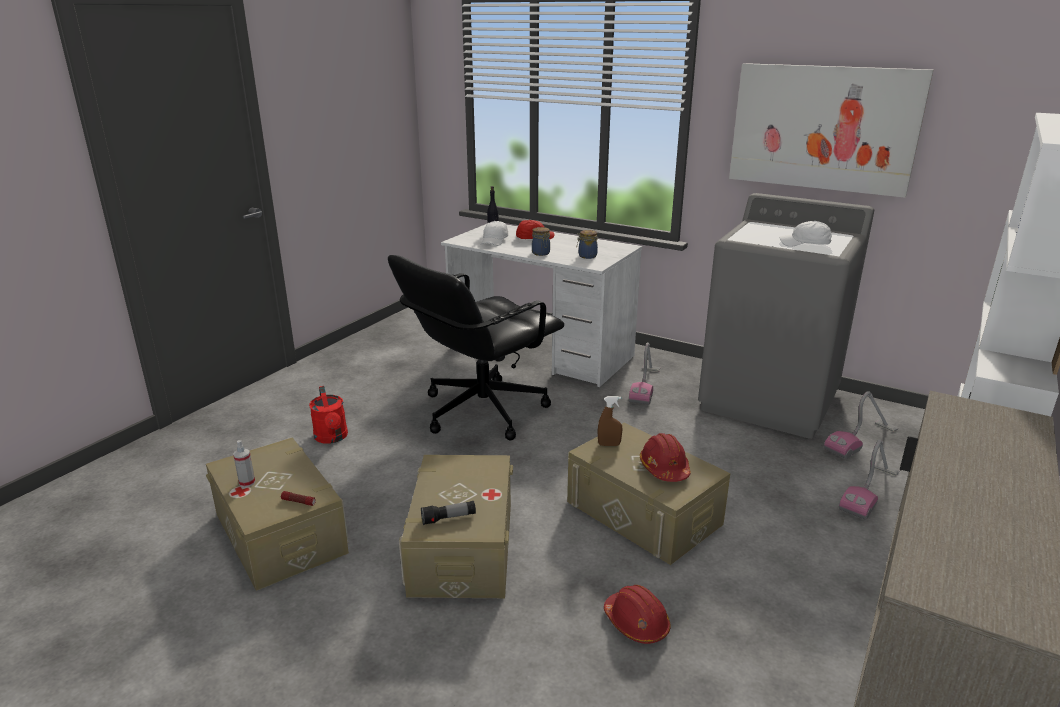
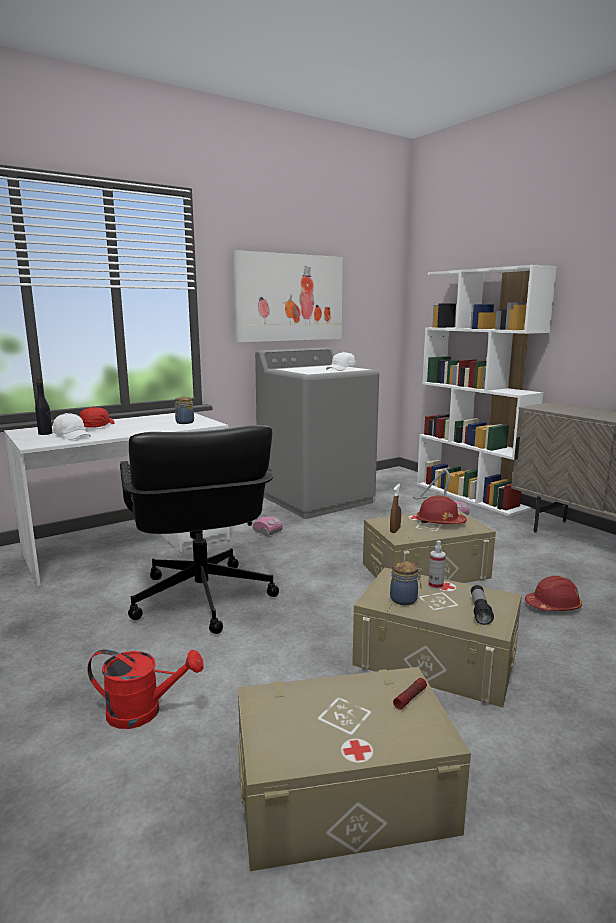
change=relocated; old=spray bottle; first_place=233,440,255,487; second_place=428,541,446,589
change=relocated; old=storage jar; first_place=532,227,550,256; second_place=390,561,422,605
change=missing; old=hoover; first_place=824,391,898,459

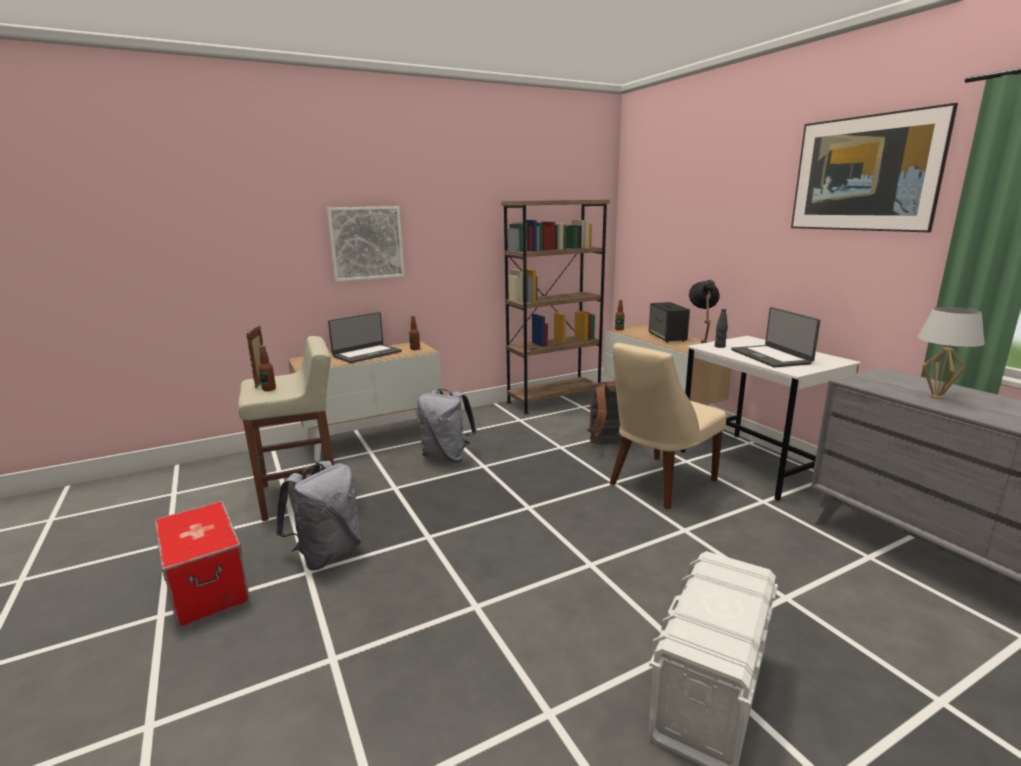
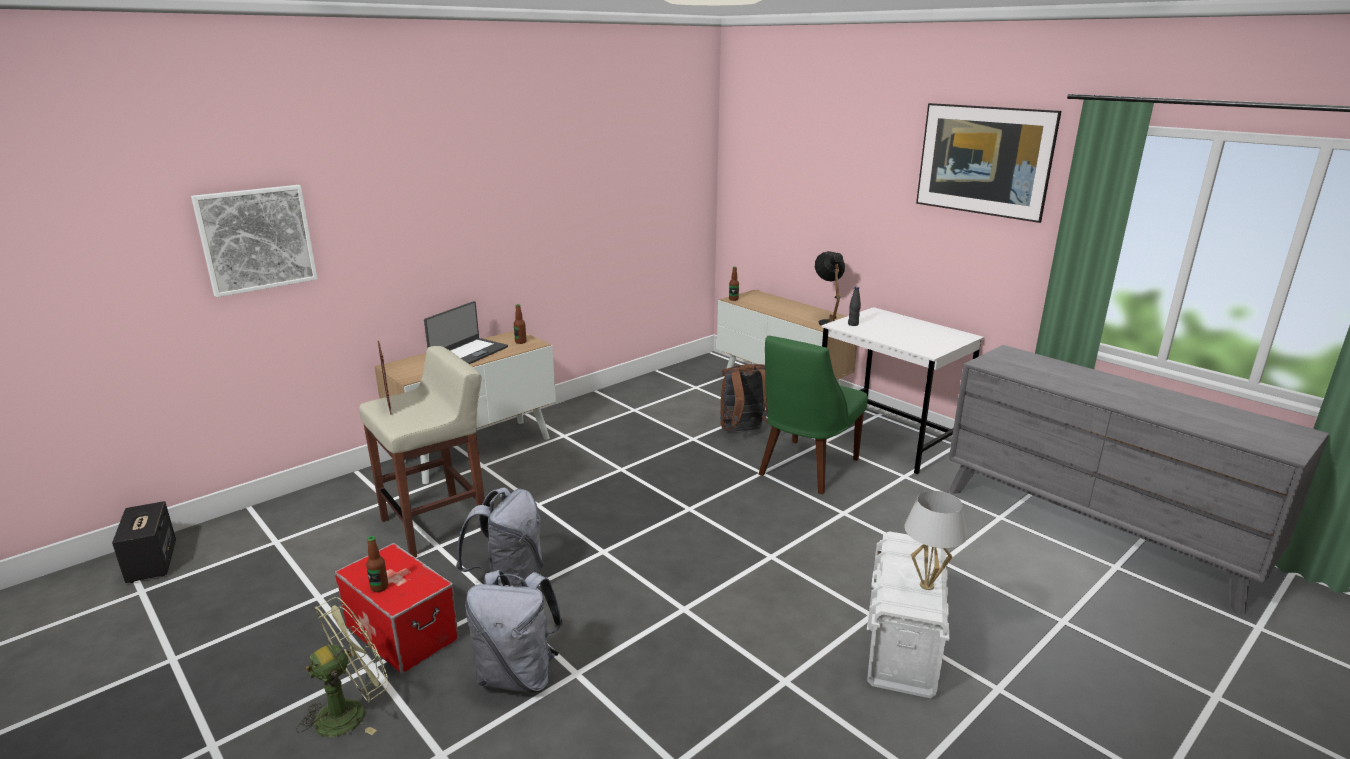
change=relocated; old=beverage bottle; first_place=259,345,276,391; second_place=366,536,388,592
change=relocated; old=wall art; first_place=327,206,404,282; second_place=191,185,318,297
change=relocated; old=rucksack (greyish); first_place=417,389,477,462; second_place=465,570,563,693
change=missing; old=bookshelf (brown-coloured); first_place=501,200,610,415
change=colour; old=plain chair (sand-coloured); new=plain chair (green); first_place=609,343,726,509; second_place=759,336,868,495
change=relocated; old=loudspeaker; first_place=649,302,690,342; second_place=112,501,176,583
change=missing; old=portable computer; first_place=731,307,820,368
change=relocated; old=table lamp (white); first_place=917,307,985,399; second_place=904,491,967,590
change=appeared; new=fan (green); second_place=296,597,388,737

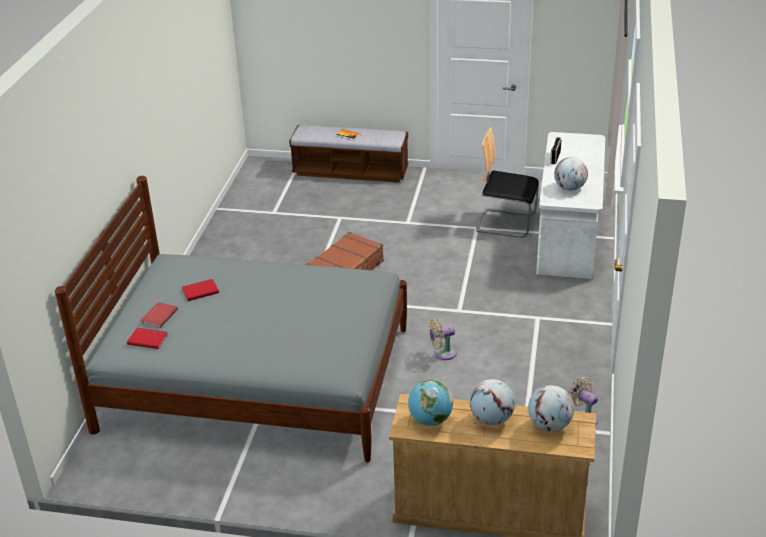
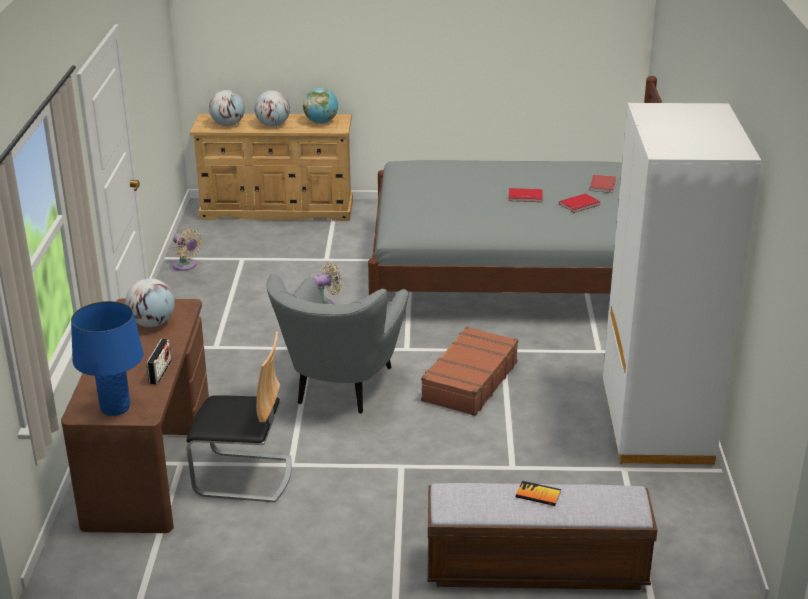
change=relocated; old=book (red); first_place=127,328,168,349; second_place=508,188,543,202
change=colour; old=desk unit (white); new=desk unit (brown-coloured); first_place=536,132,605,279; second_place=61,298,209,533
change=appeared; new=table lamp (blue); second_place=71,301,143,416
change=appeared; new=easy chair (greyish); second_place=267,274,409,414
change=appeared; new=armoire (white); second_place=603,103,761,465

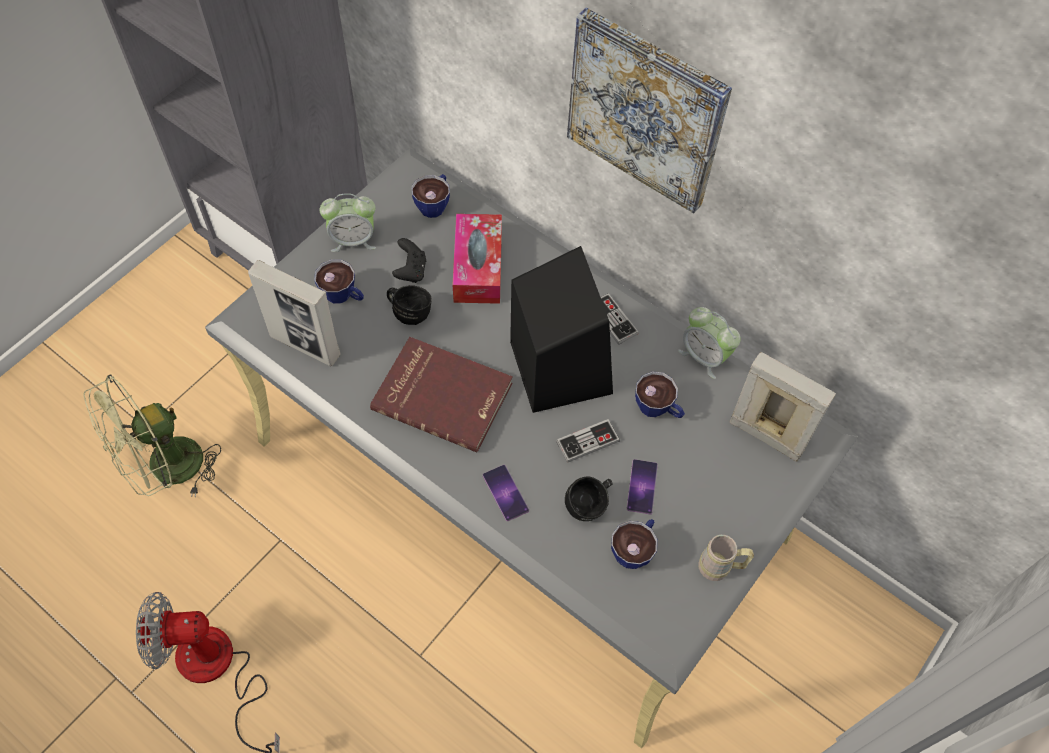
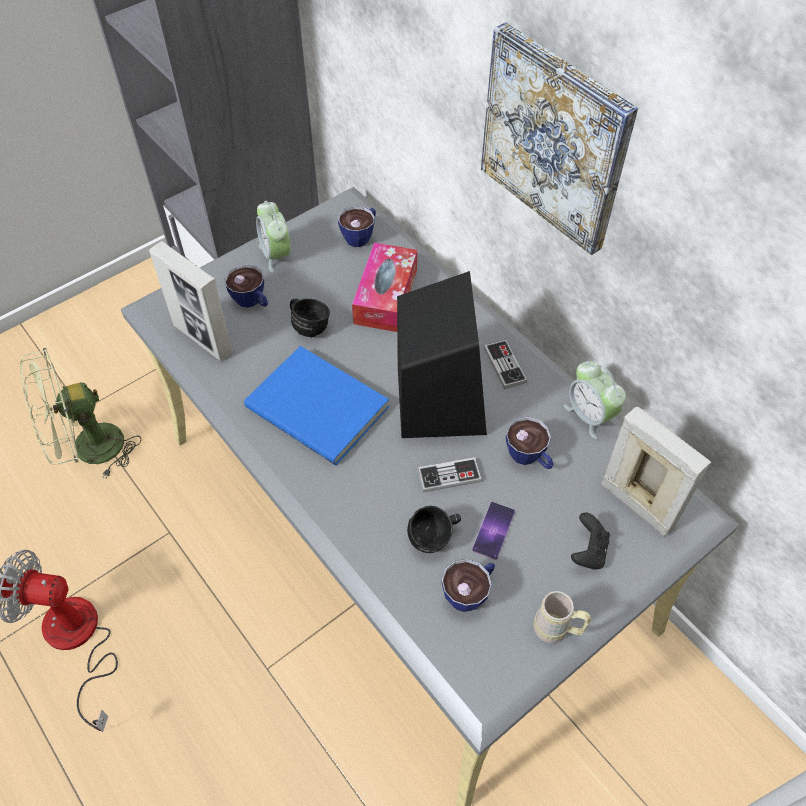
change=spun; old=bedside clock; first_place=320,193,376,252; second_place=256,201,291,273; degrees=60
change=colour; old=book (red); new=book (blue); first_place=370,337,513,452; second_place=244,346,389,465
change=relocated; old=gamepad (black); first_place=392,238,426,283; second_place=571,513,610,569
change=missing; old=telephone; first_place=483,465,529,521

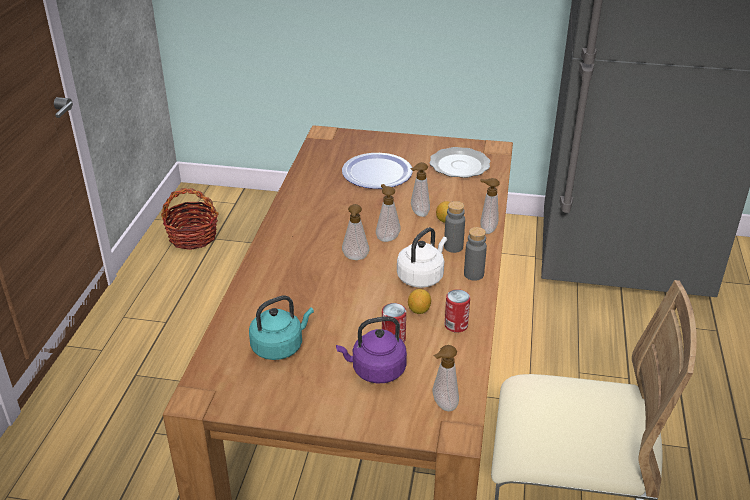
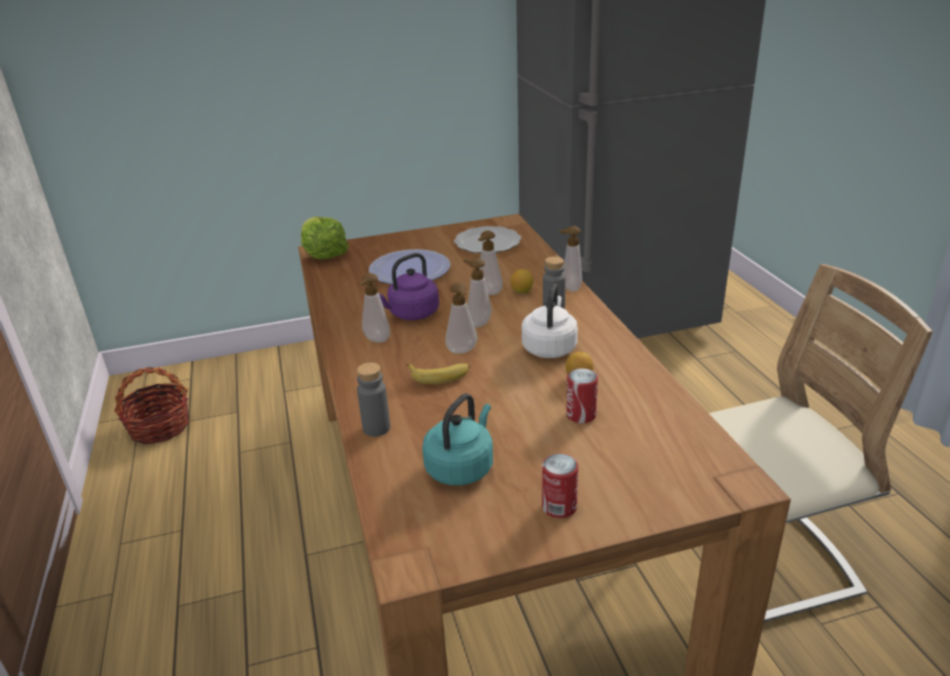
change=relocated; old=tea kettle (purple-coloured); first_place=336,316,407,383; second_place=379,253,439,320
change=relocated; old=soap dispenser; first_place=432,345,459,411; second_place=358,273,390,343
change=relocated; old=can; first_place=445,289,470,333; second_place=542,454,578,518
change=relocated; old=beverage bottle (greyish); first_place=464,227,487,281; second_place=357,363,390,437
change=appeared; new=head of lettuce; second_place=301,216,349,260
change=appeared; new=whole banana; second_place=407,363,471,384

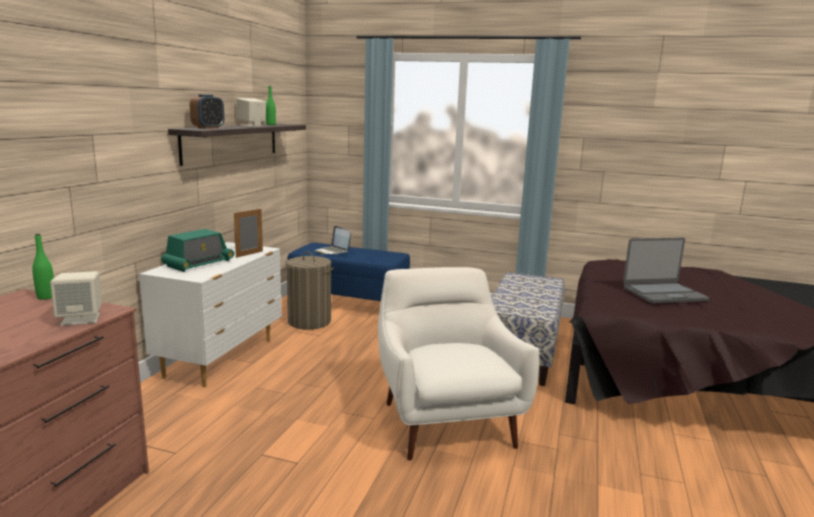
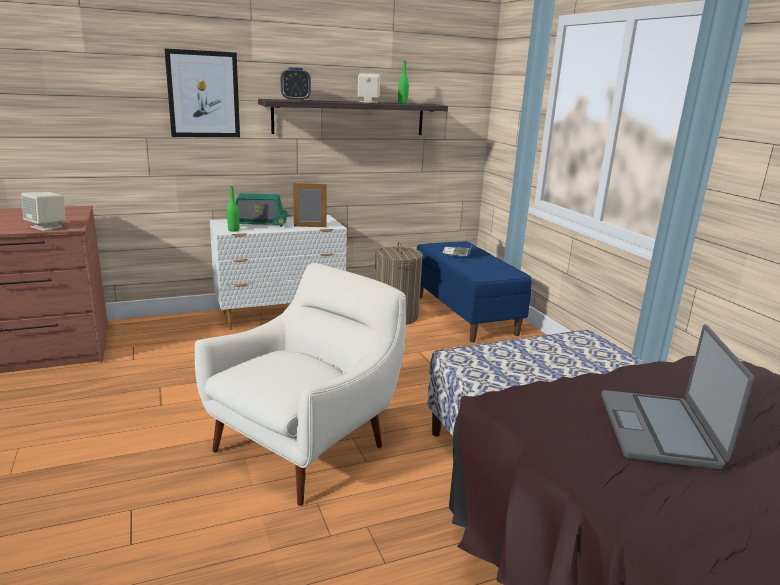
change=relocated; old=beverage bottle (green); first_place=32,234,54,300; second_place=227,187,239,232
change=spun; old=portable computer; first_place=623,238,709,304; second_place=601,324,755,470; degrees=60
change=appeared; new=wall art; second_place=165,49,240,137

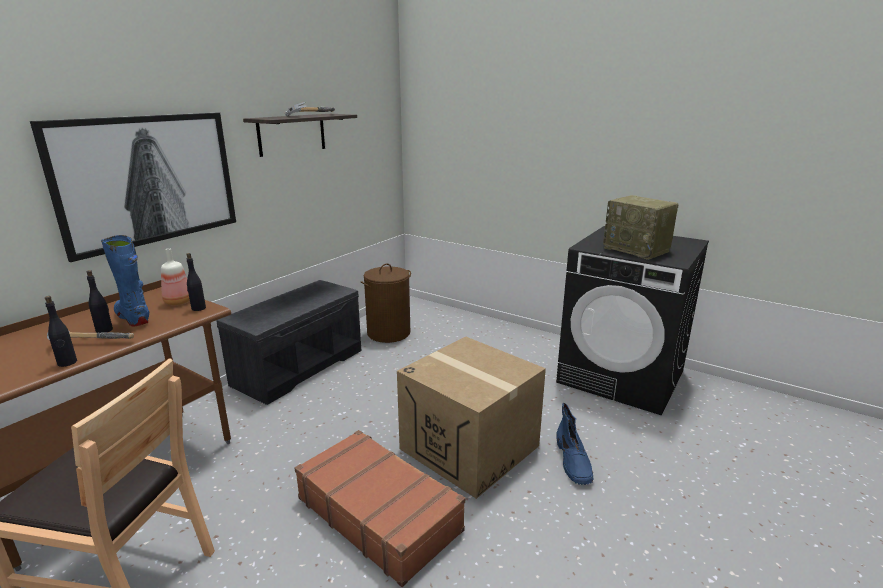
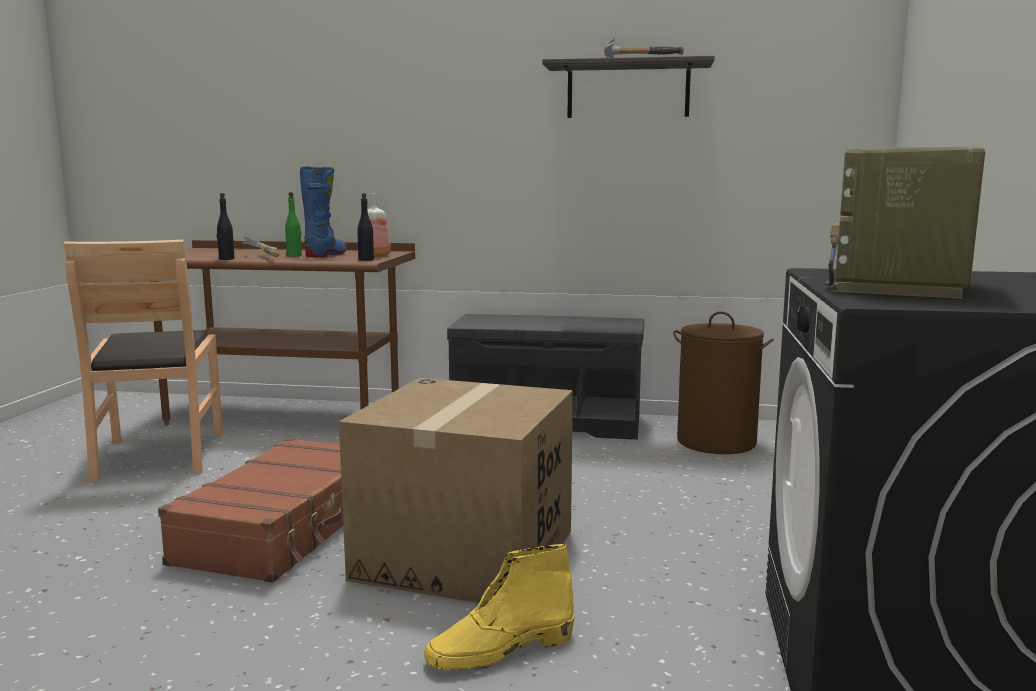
change=missing; old=wall art; first_place=30,113,236,262
change=colour; old=beverage bottle (black); new=beverage bottle (green); first_place=86,270,113,333; second_place=285,192,302,257
change=colour; old=high-top boot (blue); new=high-top boot (yellow-coloured); first_place=556,403,593,485; second_place=424,544,574,671

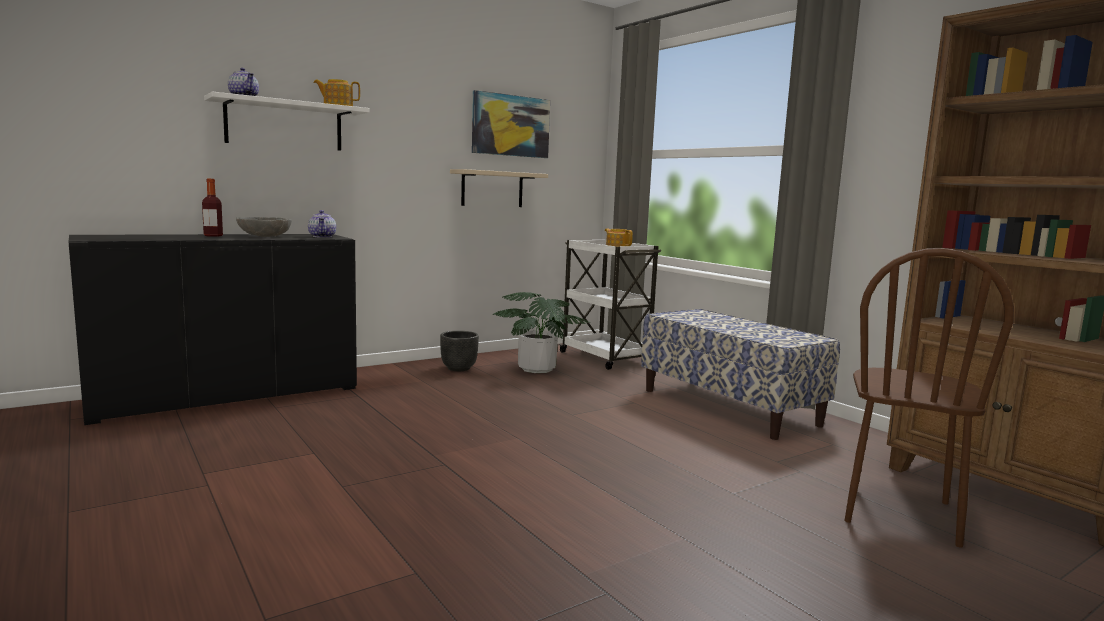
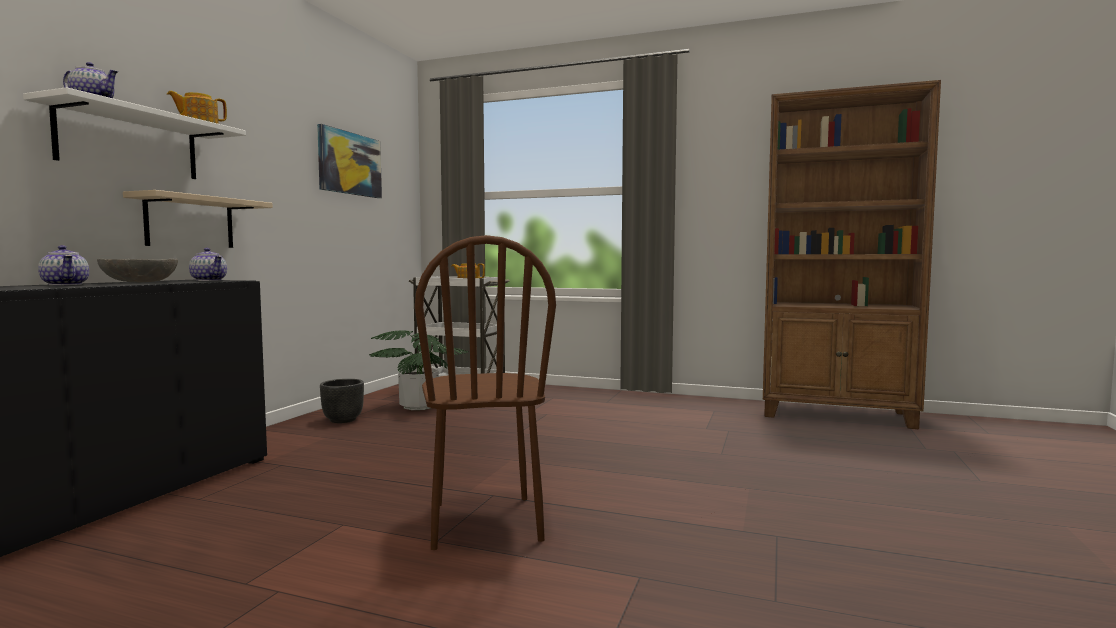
change=exchanged; old=beverage bottle; new=tea pot; first_place=202,179,223,237; second_place=38,245,89,285
change=relocated; old=shelf (sand-coloured); first_place=450,169,548,207; second_place=123,190,273,248
change=missing; old=bench; first_place=641,309,840,440
change=relocated; old=plain chair (brown-coloured); first_place=844,248,1014,548; second_place=415,235,556,550

